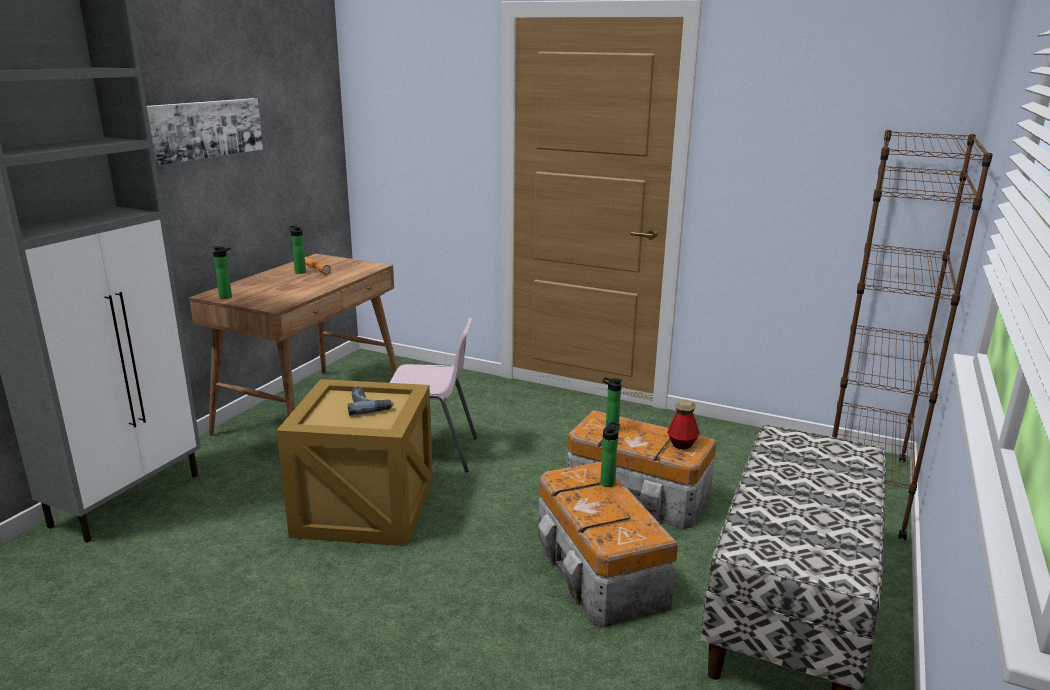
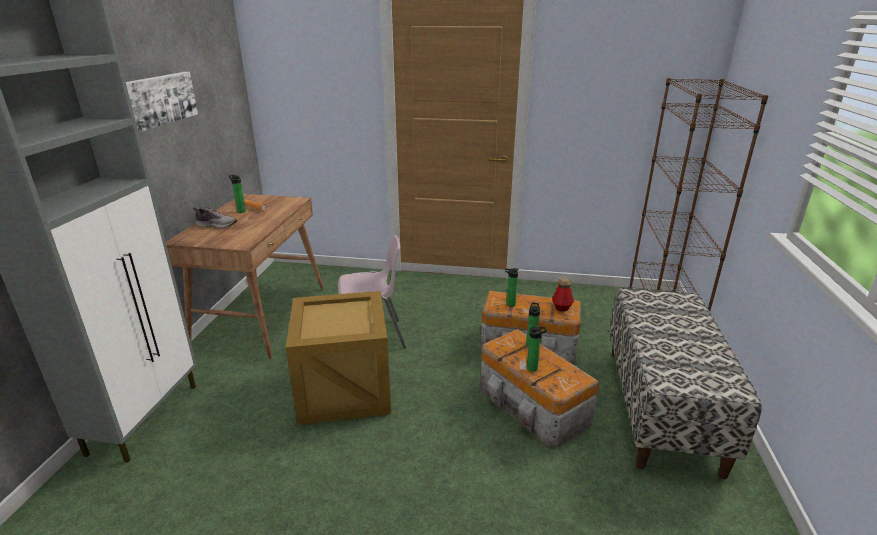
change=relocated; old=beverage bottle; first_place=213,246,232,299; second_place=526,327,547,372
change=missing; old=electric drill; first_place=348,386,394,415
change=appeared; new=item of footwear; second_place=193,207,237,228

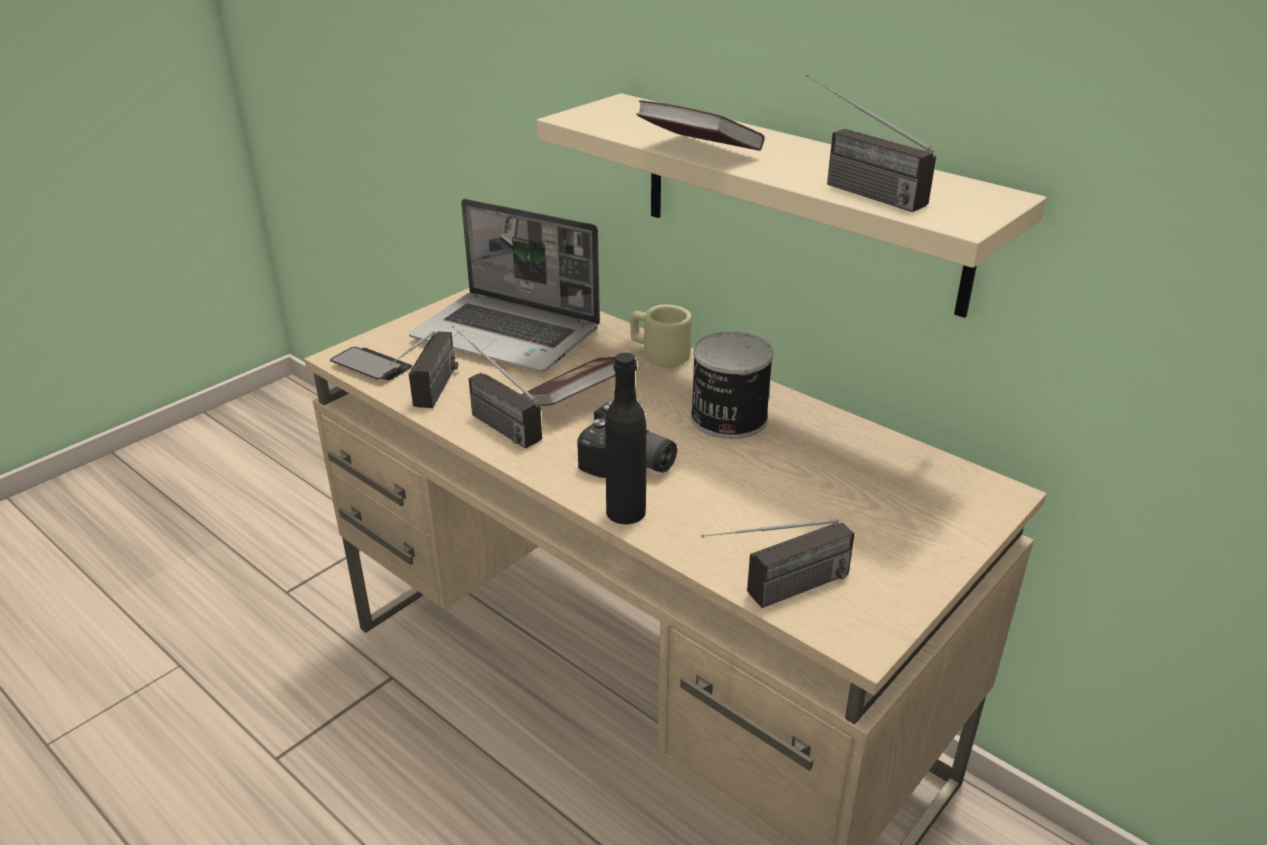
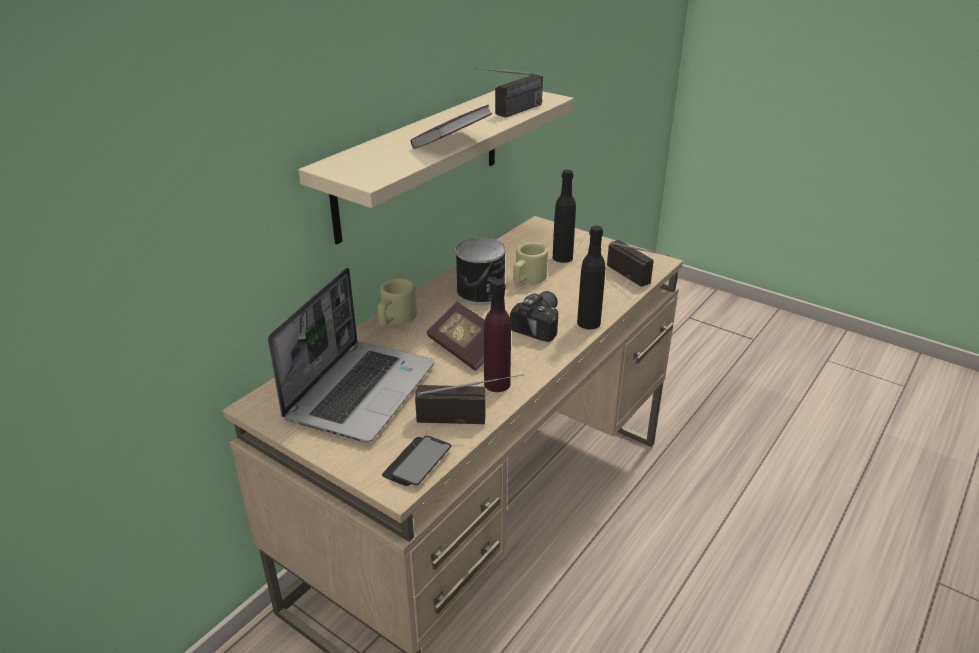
change=exchanged; old=radio set; new=beverage bottle (purple-coloured); first_place=452,326,542,449; second_place=484,279,511,392
change=appeared; new=tea mug (sand-coloured); second_place=513,242,548,284
change=appeared; new=beverage bottle (black); second_place=553,170,576,263

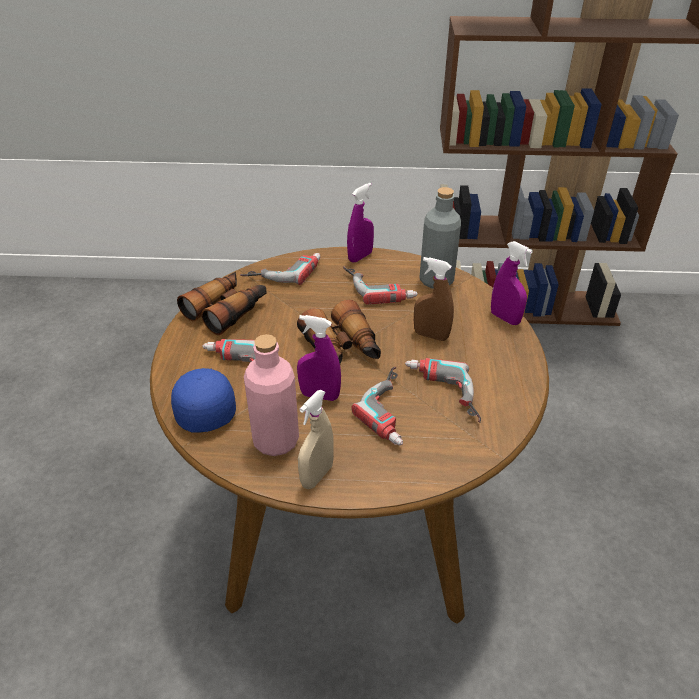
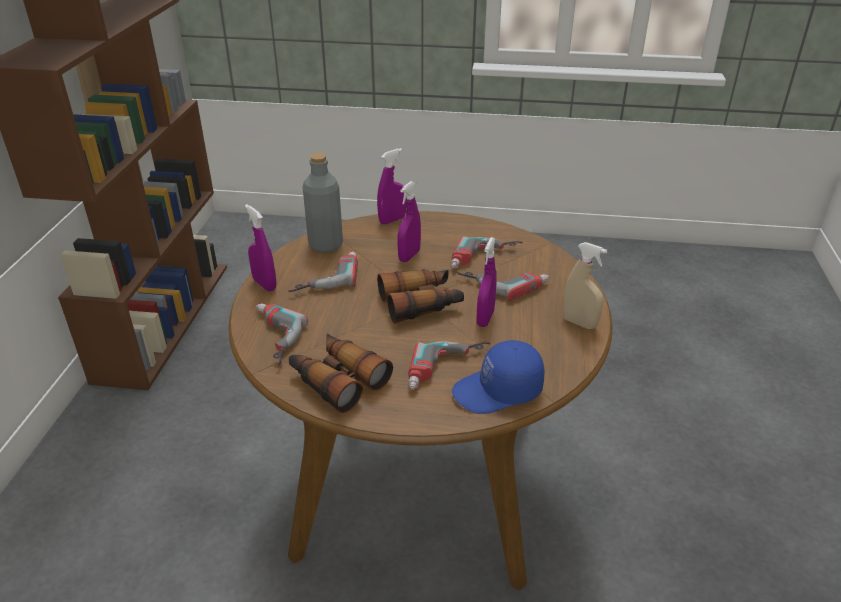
change=missing; old=beverage bottle (pink-coloured); first_place=244,334,299,456
change=colour; old=spray bottle (brown-coloured); new=spray bottle (purple-coloured); first_place=414,257,454,341; second_place=397,181,421,262

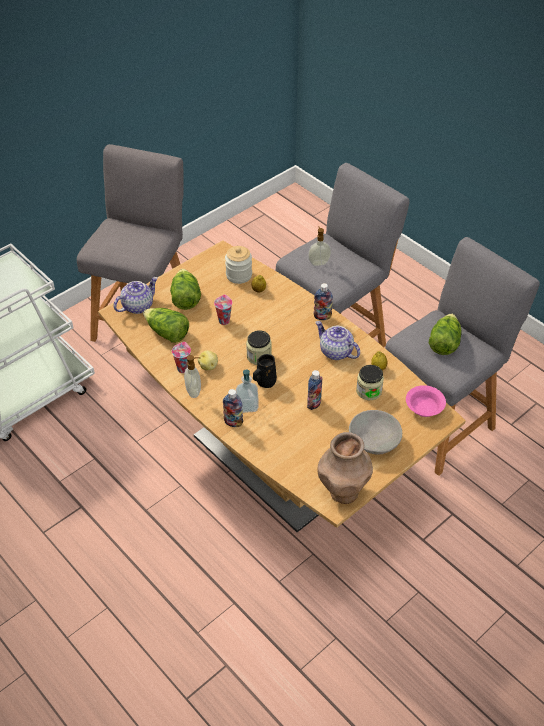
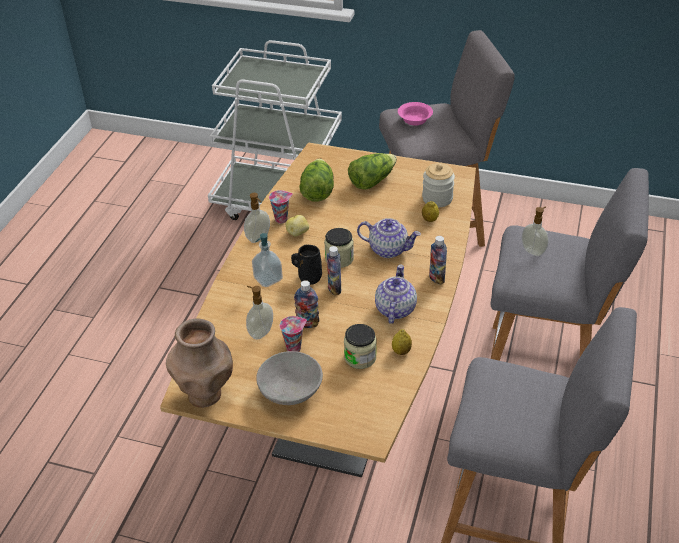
change=relocated; old=tea pot; first_place=114,277,158,314; second_place=357,218,421,258
change=relocated; old=drinking cup; first_place=214,295,233,325; second_place=280,316,307,352
change=relocated; old=beverage bottle; first_place=223,389,243,427; second_place=327,246,341,295
change=relocated; old=serving bowl (pink-coloured); first_place=406,385,446,417; second_place=398,102,433,126
change=missing; old=head of lettuce; first_place=429,313,461,355
change=appeared; new=soap dispenser; second_place=246,286,273,340

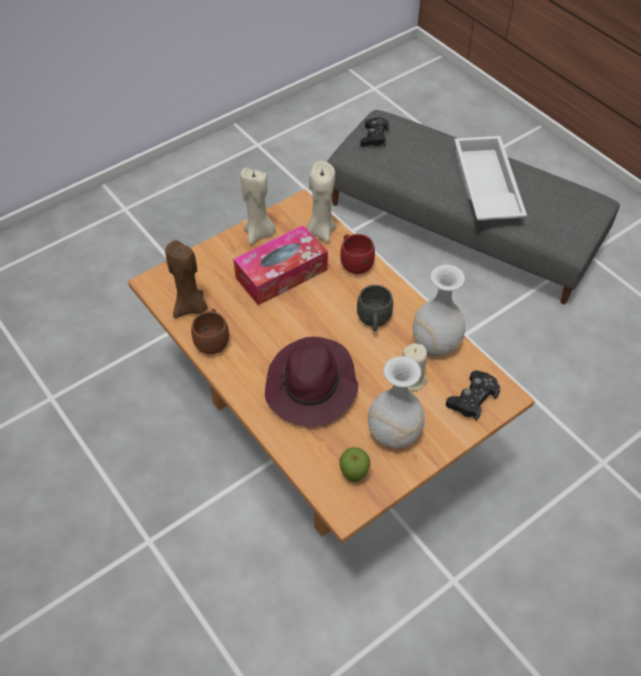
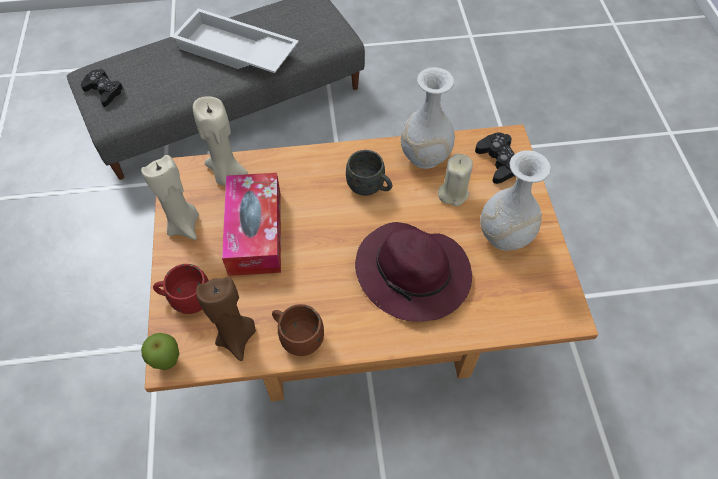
change=relocated; old=apple fruit; first_place=339,447,370,482; second_place=141,333,179,370
change=relocated; old=tea mug (red); first_place=340,234,375,274; second_place=153,264,209,314

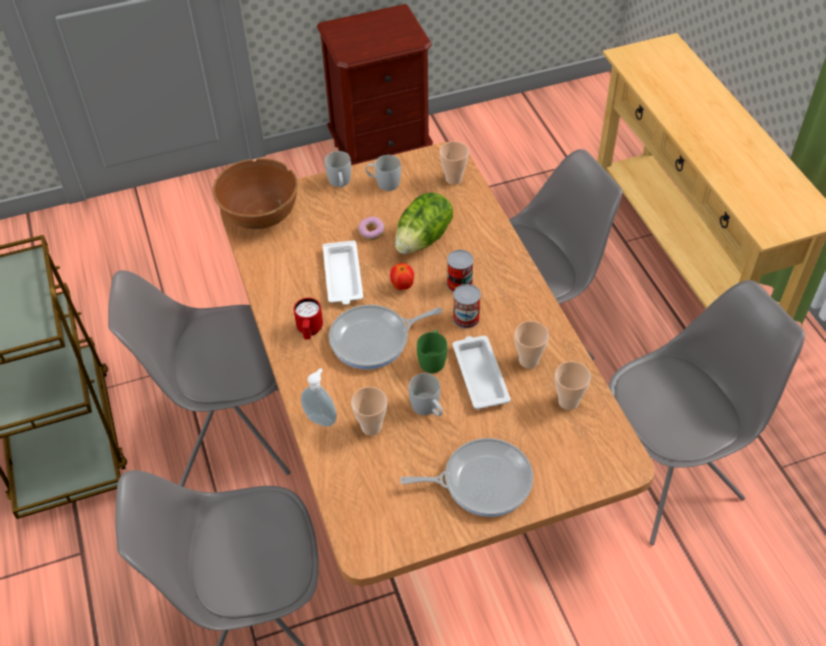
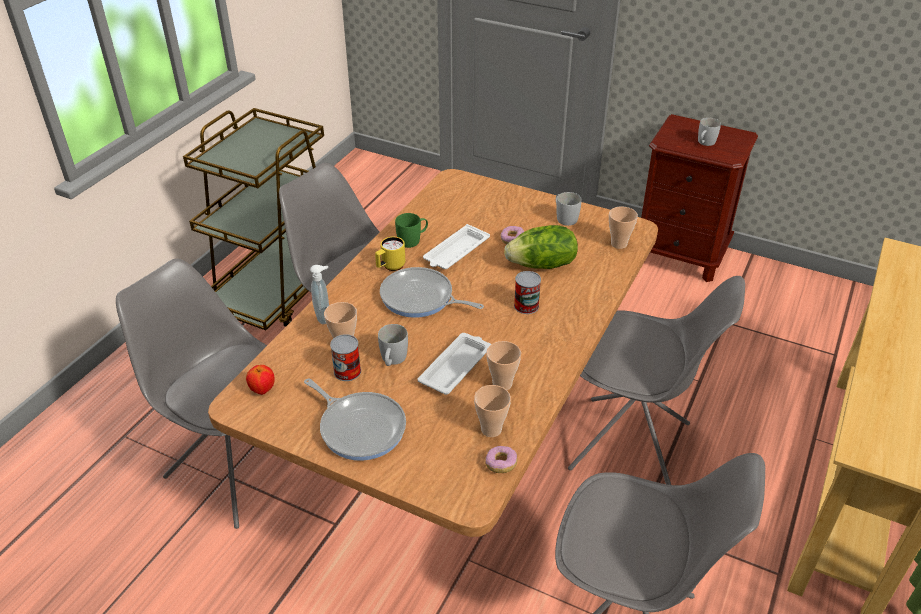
change=missing; old=serving bowl (brown-coloured); first_place=213,158,298,229
change=colour; old=tea mug (red); new=tea mug (yellow-coloured); first_place=294,298,323,340; second_place=375,237,405,271
change=relocated; old=tea mug (white); first_place=325,151,351,188; second_place=698,118,721,146
change=relocated; old=apple fruit; first_place=390,263,414,290; second_place=246,365,275,395
change=relocated; old=tea mug (green); first_place=417,330,447,373; second_place=395,213,428,248
change=relocated; old=can; first_place=453,284,481,329; second_place=330,334,361,381
change=appeared; new=donut; second_place=485,446,517,473

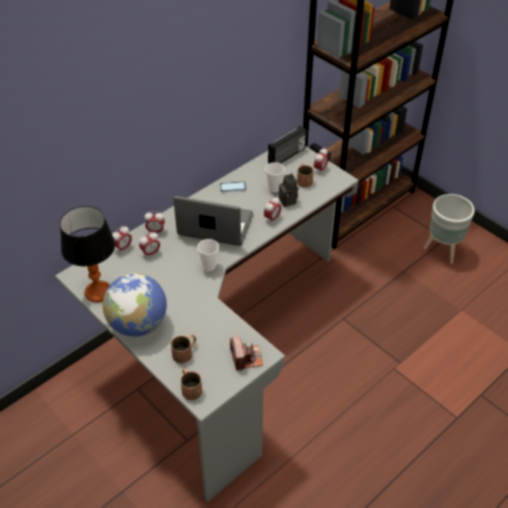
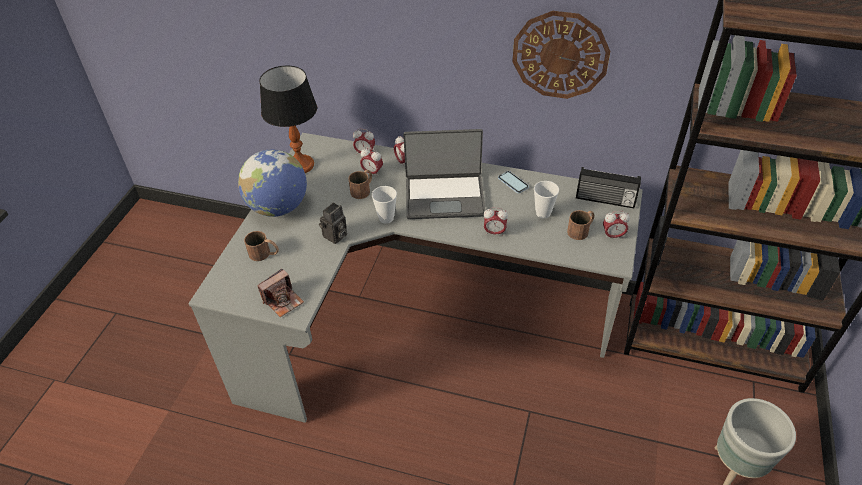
change=spun; old=portable computer; first_place=173,196,253,246; second_place=403,129,485,219; degrees=105
change=relocated; old=tea mug (brown-coloured); first_place=181,368,202,400; second_place=348,170,372,199
change=relocated; old=photo camera; first_place=279,173,299,207; second_place=319,202,347,244
change=appeared; new=clock on the wall; second_place=512,11,610,99

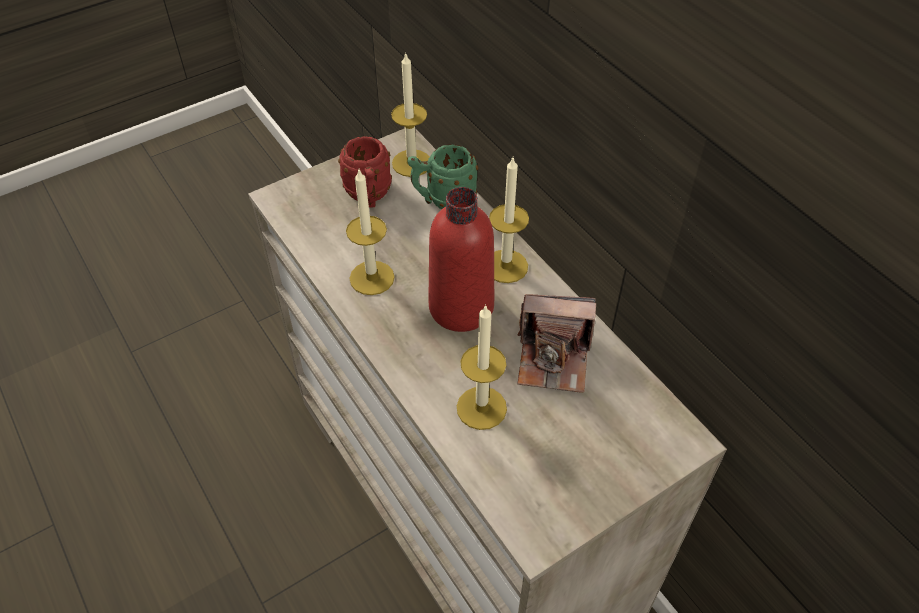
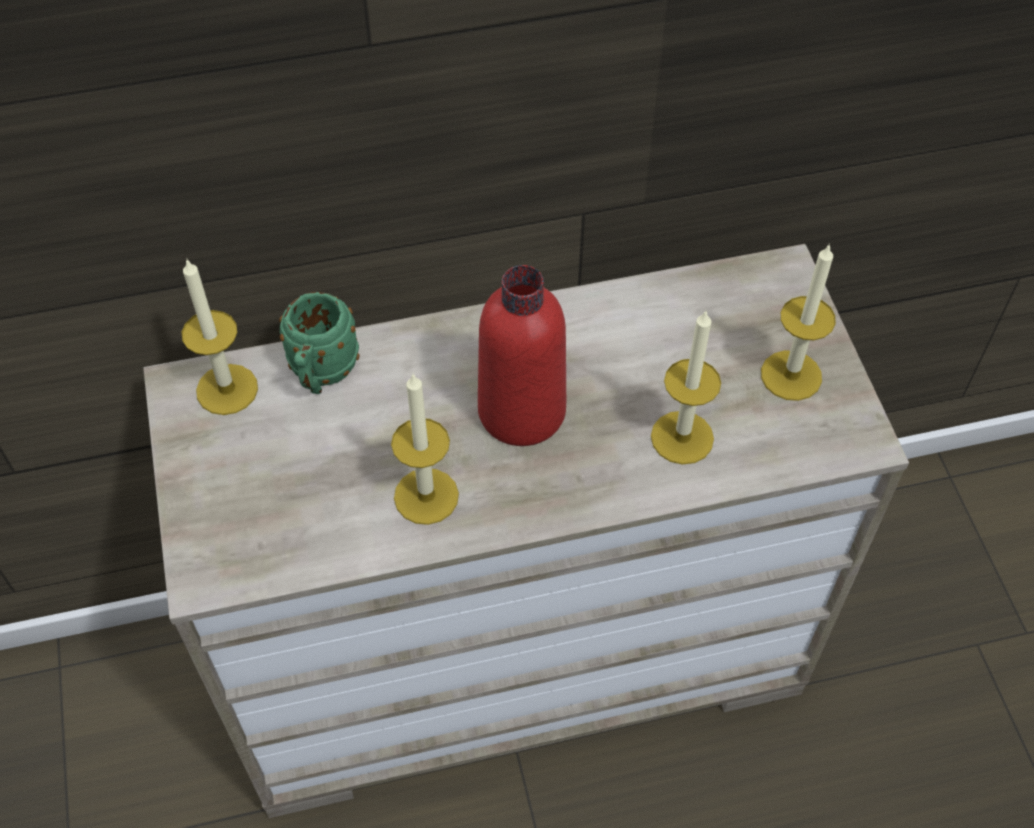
change=missing; old=tea mug (red); first_place=338,136,392,208
change=relocated; old=candle; first_place=489,158,529,283; second_place=761,243,836,401
change=missing; old=photo camera; first_place=518,294,596,393

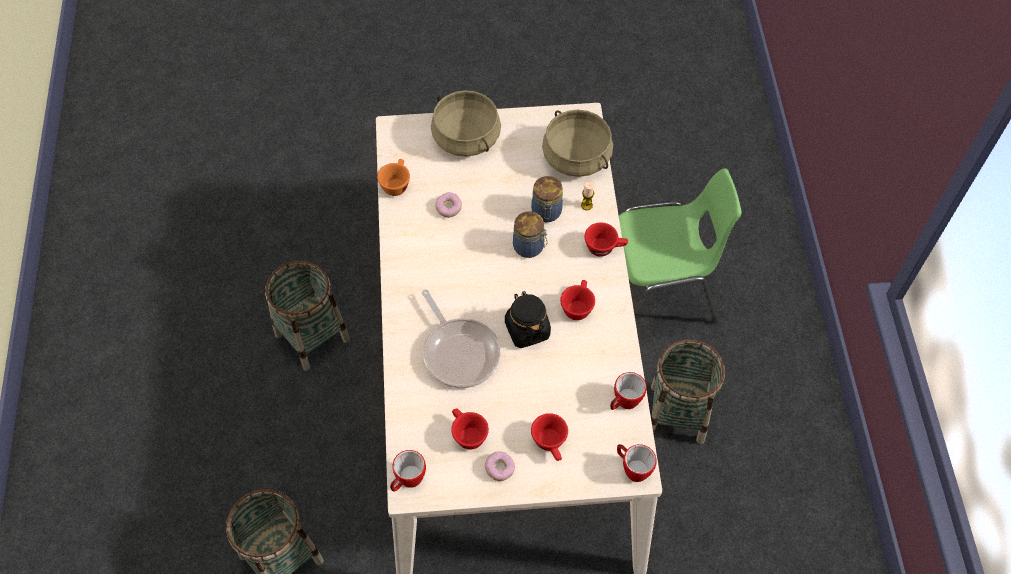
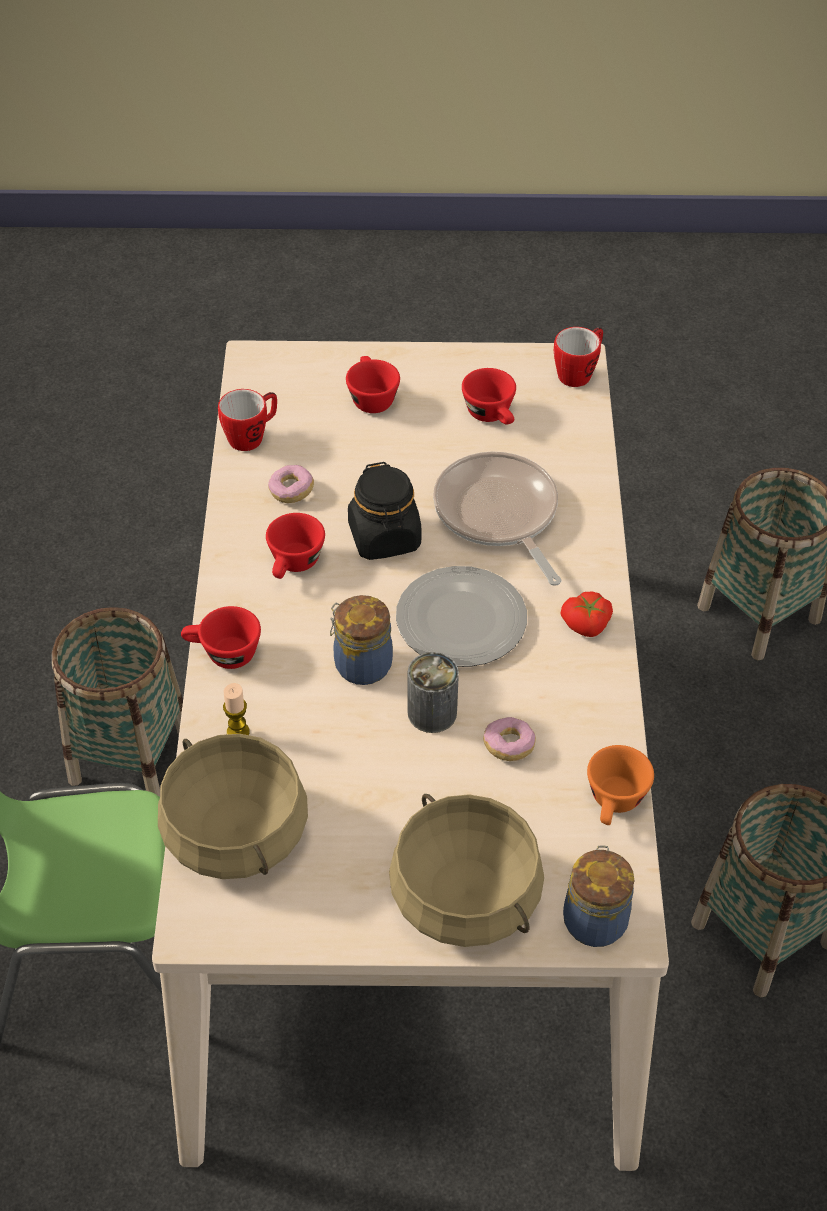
change=relocated; old=donut; first_place=485,452,515,481; second_place=268,465,314,503
change=relocated; old=storage jar; first_place=531,176,563,222; second_place=563,845,635,947
change=missing; old=tea mug; first_place=617,444,657,482
change=appeared; new=flat dish; second_place=396,566,527,667
change=appeared; new=can; second_place=407,652,459,733
change=appeared; new=fresh tomato; second_place=561,591,613,637

